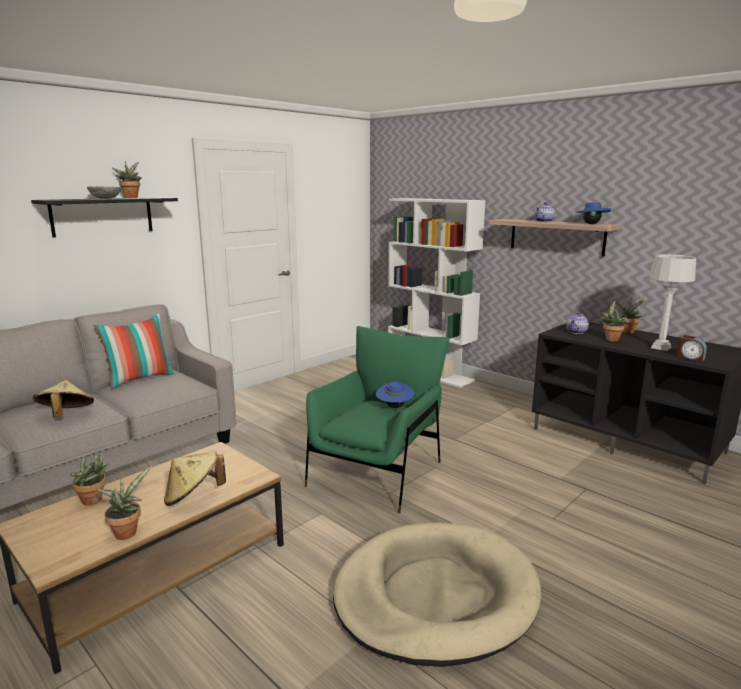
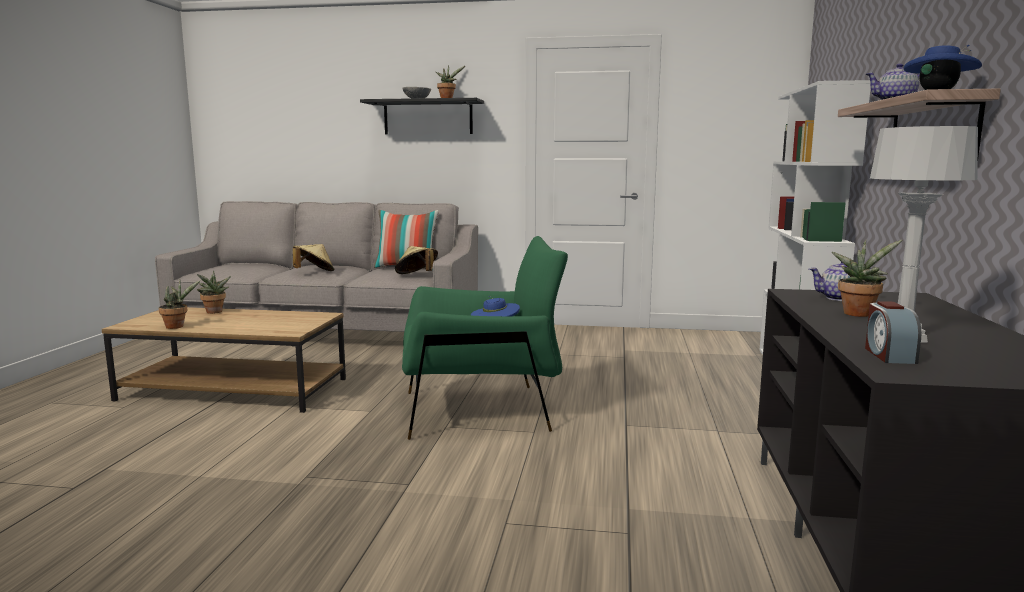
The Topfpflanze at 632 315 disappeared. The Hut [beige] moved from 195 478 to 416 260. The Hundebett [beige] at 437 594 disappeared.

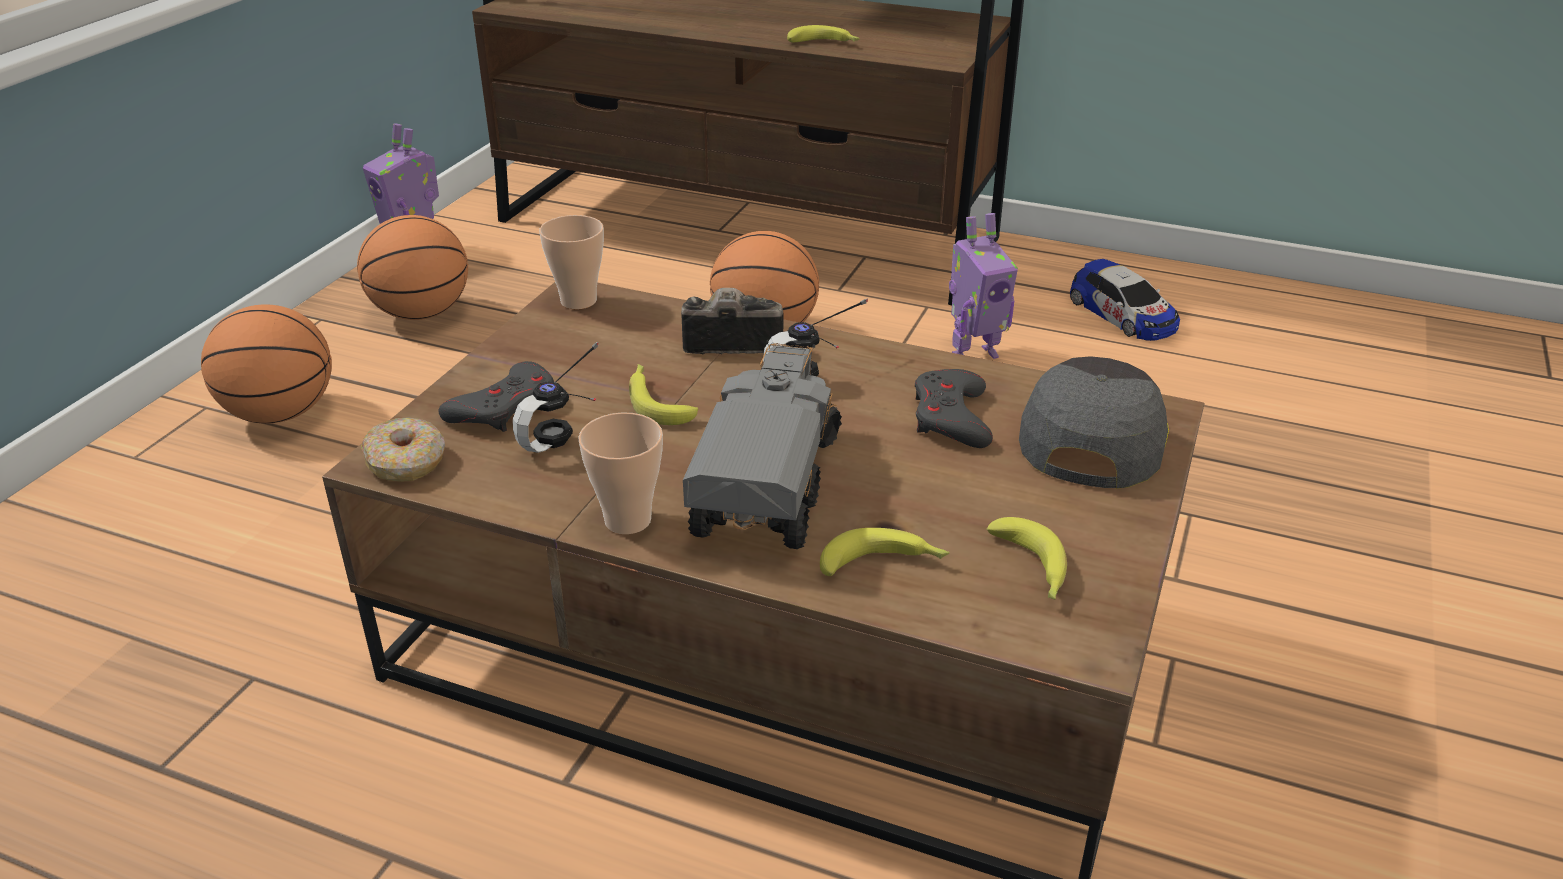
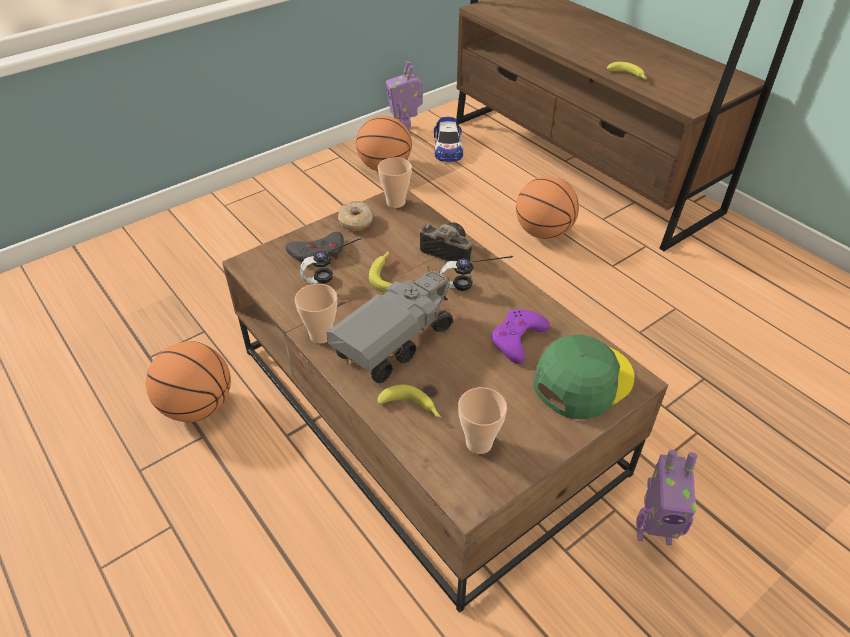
The Spielzeugroboter moved from 983 286 to 666 497. The Spielzeugauto moved from 1125 300 to 448 139. The Basketball moved from 266 363 to 188 381. The Kappe [grau] at 1094 422 became the Kappe [grün] at 583 376. The Gamepad [grau] at 954 408 became the Gamepad [lila] at 520 336. The Donut moved from 403 449 to 355 216. The Banane at 1027 558 was replaced by the Tasse at 482 420.

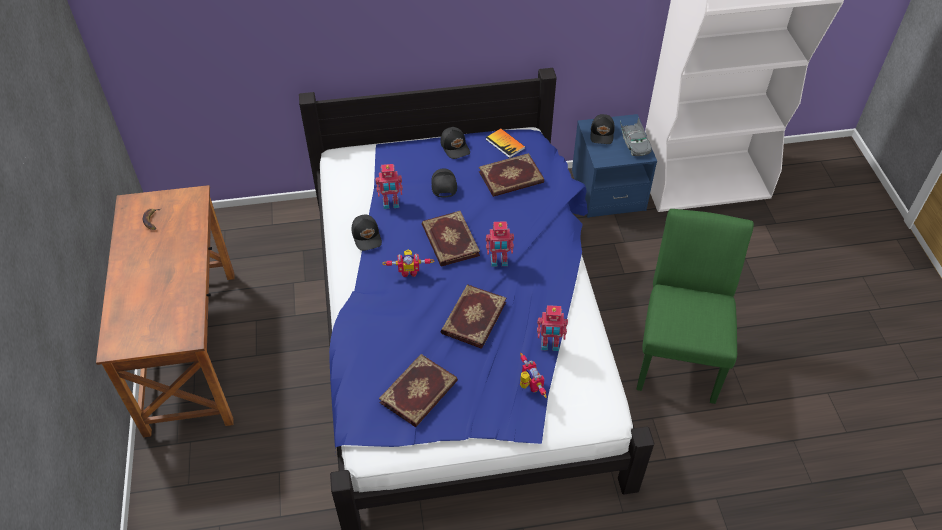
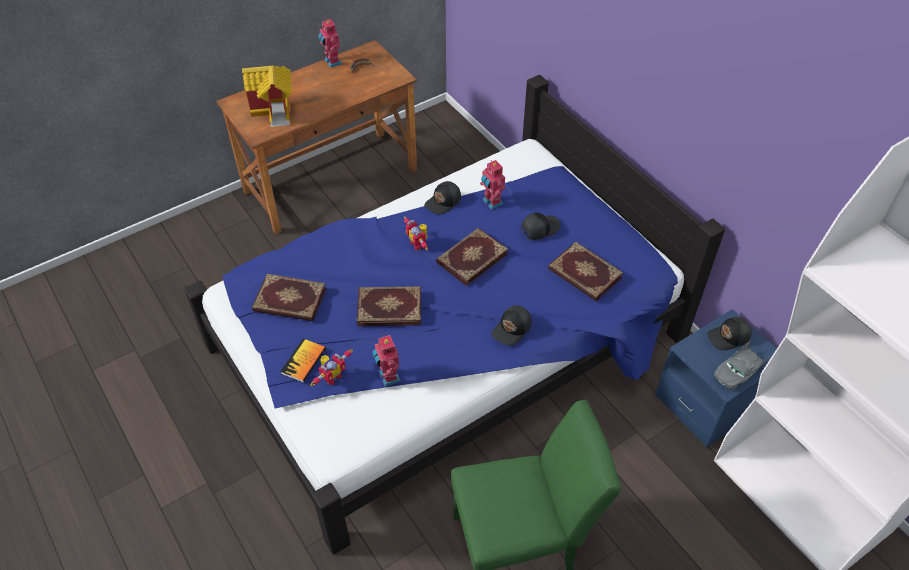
The Kappe [schwarz] moved from 455 143 to 512 325. The Buch moved from 505 143 to 303 361. The Spielzeugroboter moved from 500 244 to 330 43. The Spielzeughaus at 267 96 appeared.

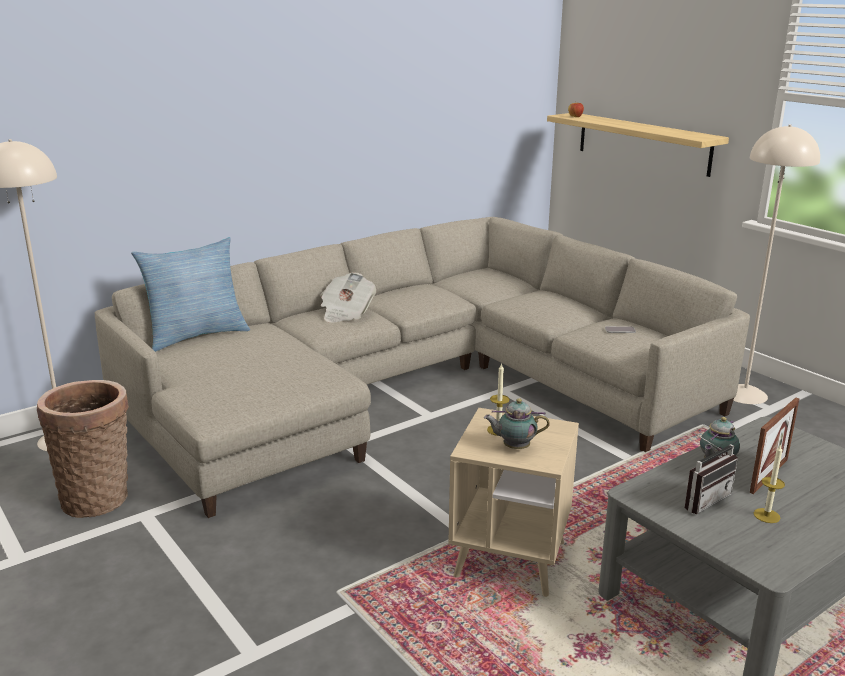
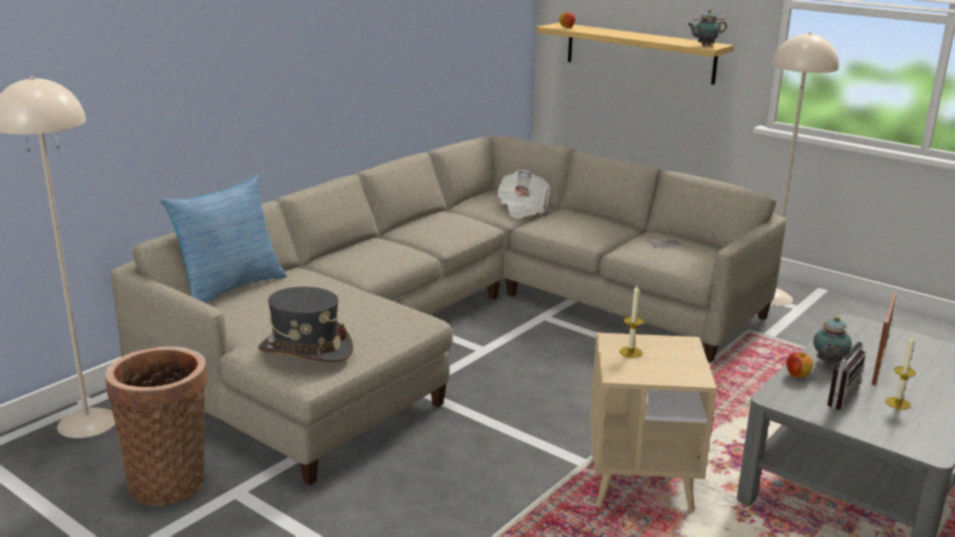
The Zeitung moved from 348 297 to 524 194. The Teekanne moved from 517 423 to 707 28. The Hut [grau] at 305 324 appeared. The Apfel at 799 365 appeared.

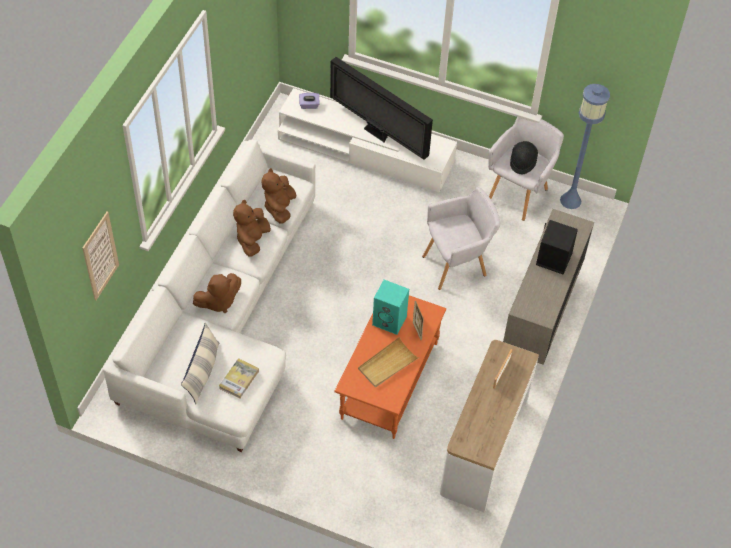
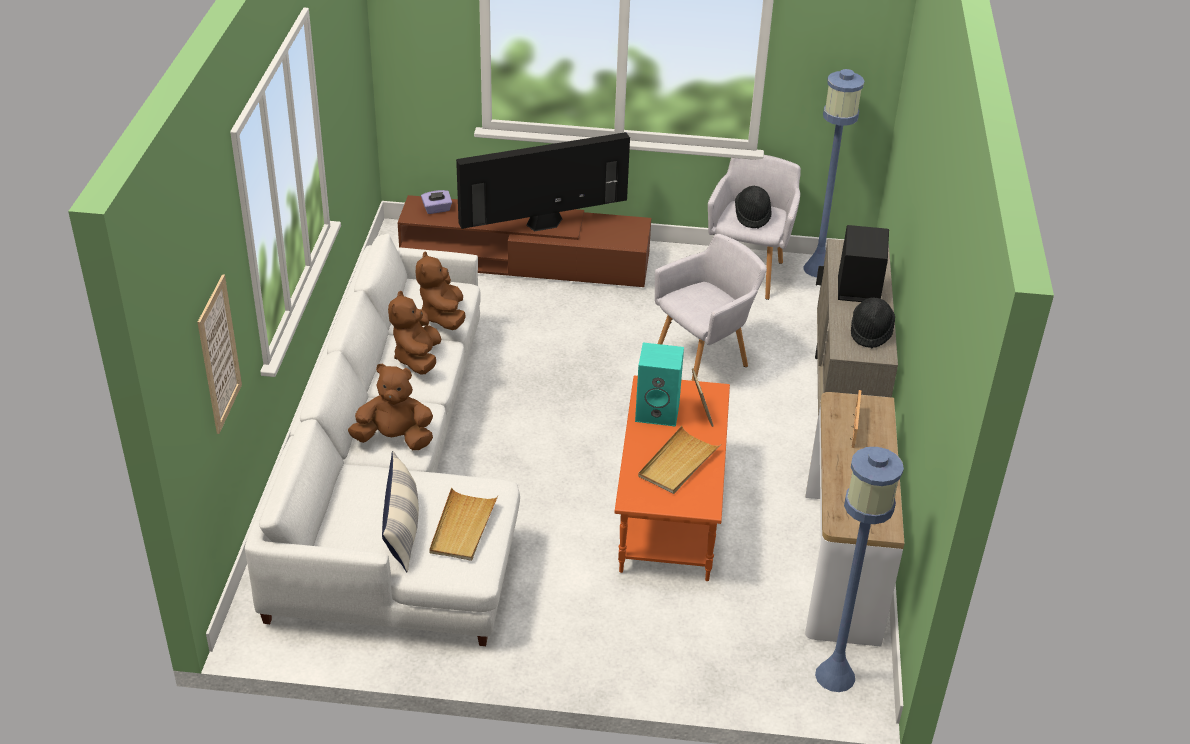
The Fernseher at 381 108 turned 135 degrees clockwise. The Fernsehschrank [weiß] at 367 140 became the Fernsehschrank [braun] at 524 241. The Plüschtier [braun] at 217 293 turned 135 degrees counterclockwise. The Buch at 239 378 was replaced by the Tablett [beige] at 463 524. The Hut [schwarz] at 873 323 appeared. The Stehlampe [blau] at 859 569 appeared.

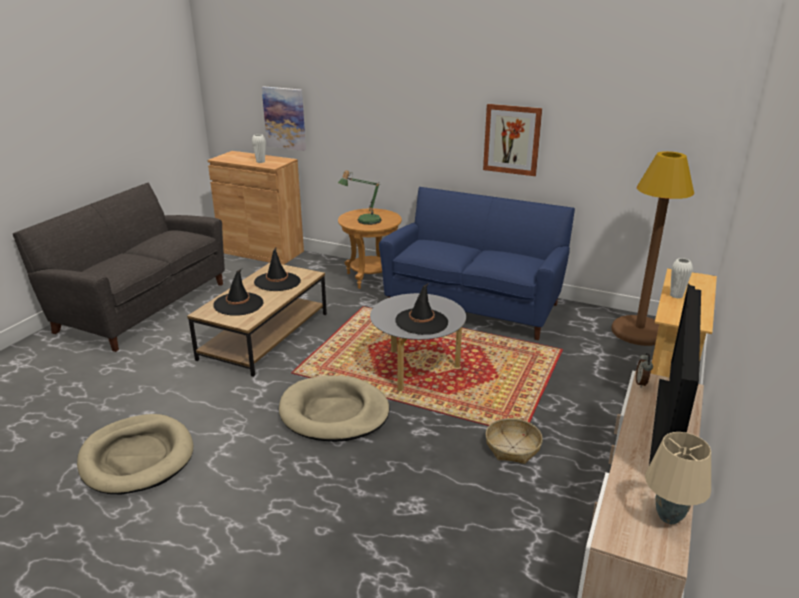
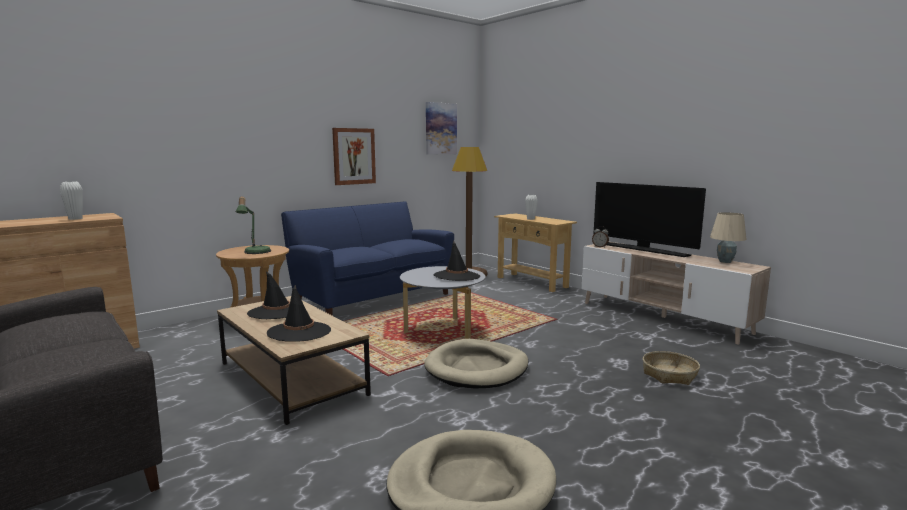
The Bild moved from 284 118 to 441 128. The Korb moved from 514 441 to 671 368.

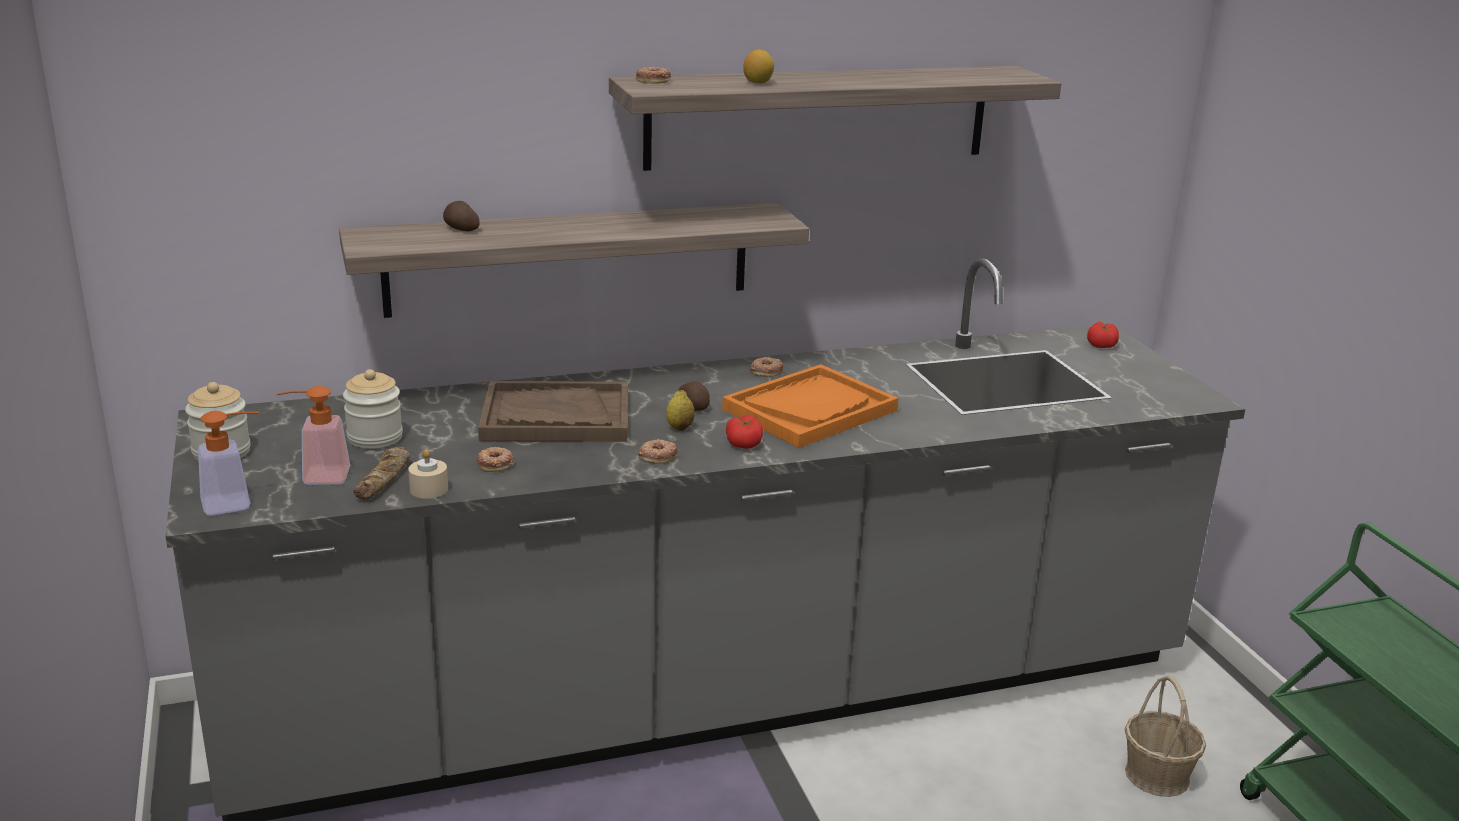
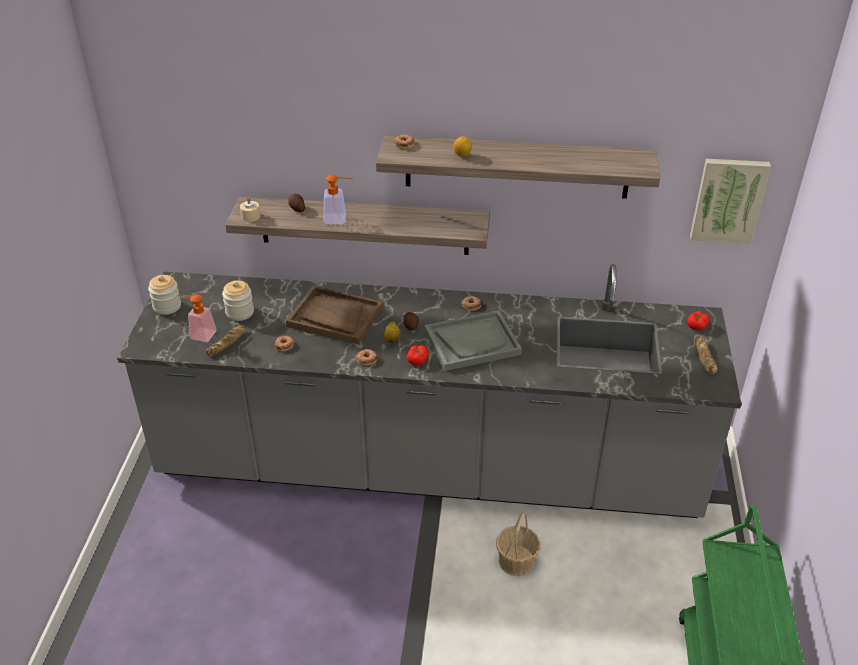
The Tablett [orange] at 810 406 became the Tablett [grau] at 473 340. The Seifenspender moved from 228 463 to 338 200. The Kerze [beige] moved from 428 474 to 250 209. The Korb moved from 1165 736 to 518 544. The Bild at 730 201 appeared. The Brot at 706 355 appeared.

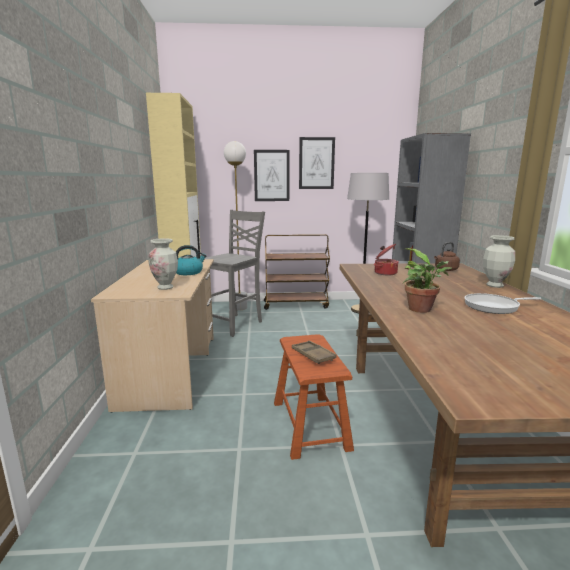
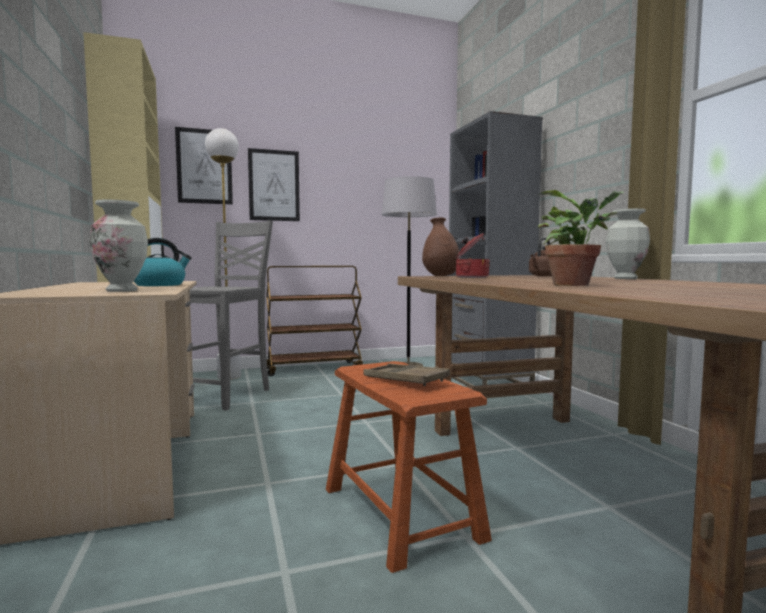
The Bild moved from 317 163 to 204 165. The Pfanne at 502 303 disappeared. The Vase [braun] at 440 246 appeared.

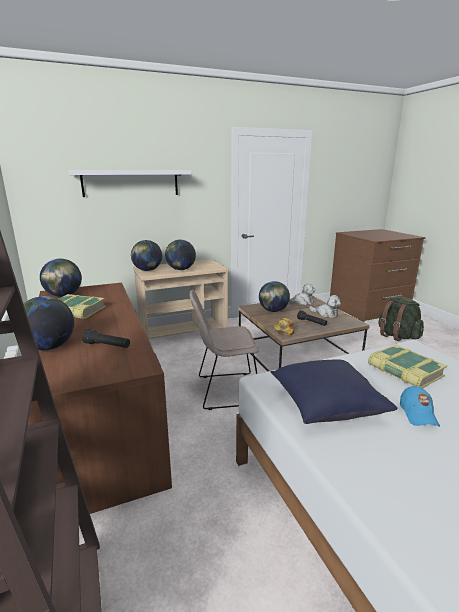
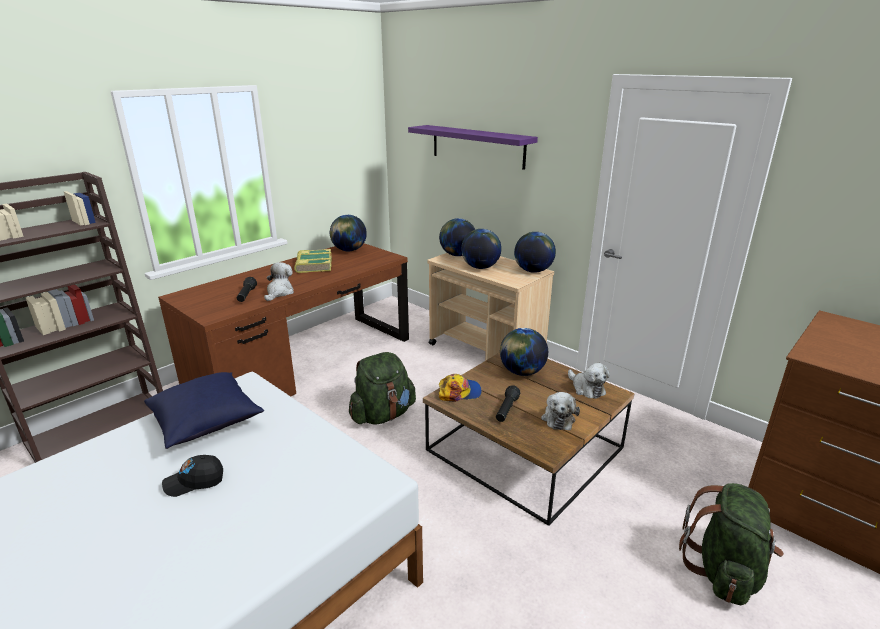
The Wandregal [weiß] at 130 183 became the Wandregal [lila] at 473 147. The Stuhl [beige] at 224 350 was replaced by the Rucksack [grün] at 382 388. The Globus moved from 48 323 to 535 252. The Buch at 407 366 disappeared. The Kappe [blau] at 420 406 became the Kappe [schwarz] at 192 476. The Plüschtier at 279 281 appeared.

